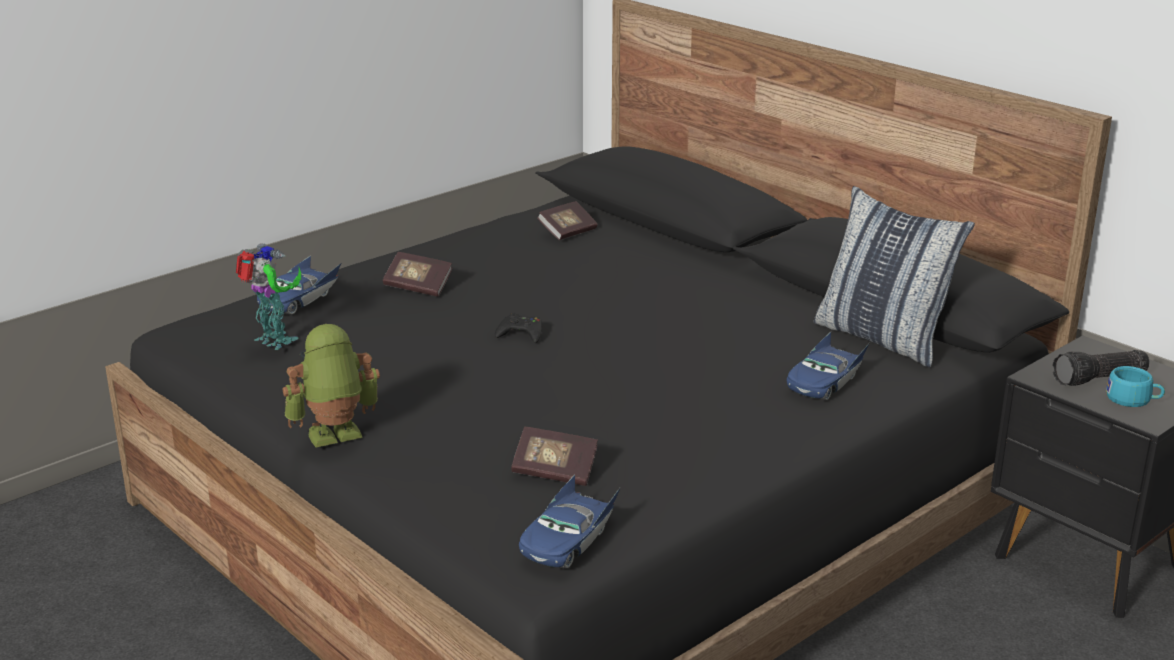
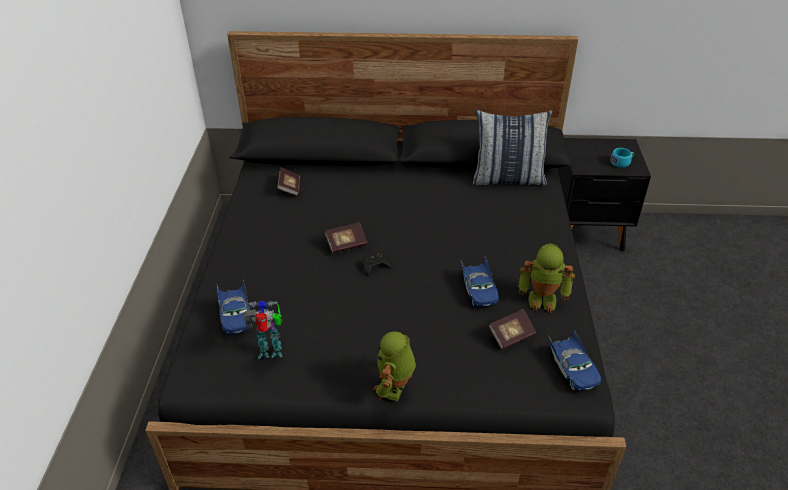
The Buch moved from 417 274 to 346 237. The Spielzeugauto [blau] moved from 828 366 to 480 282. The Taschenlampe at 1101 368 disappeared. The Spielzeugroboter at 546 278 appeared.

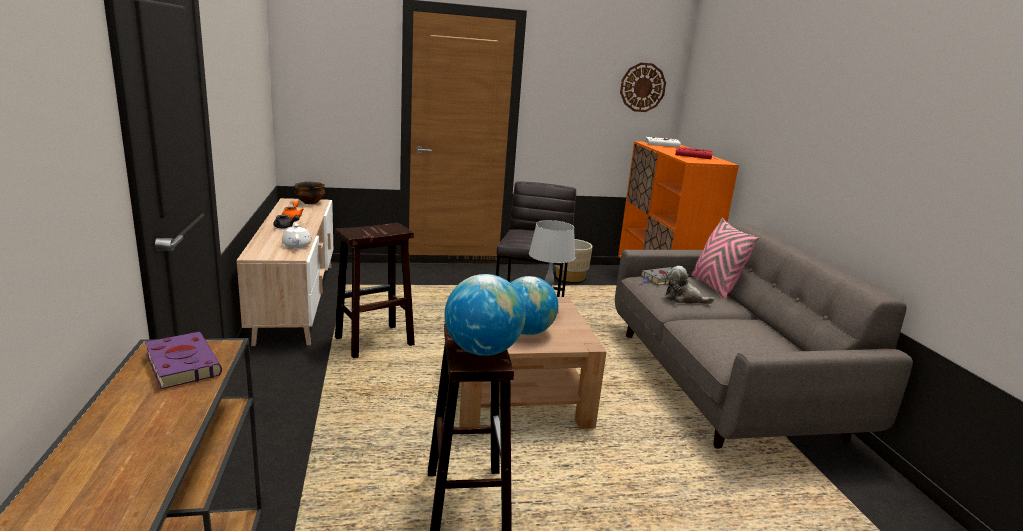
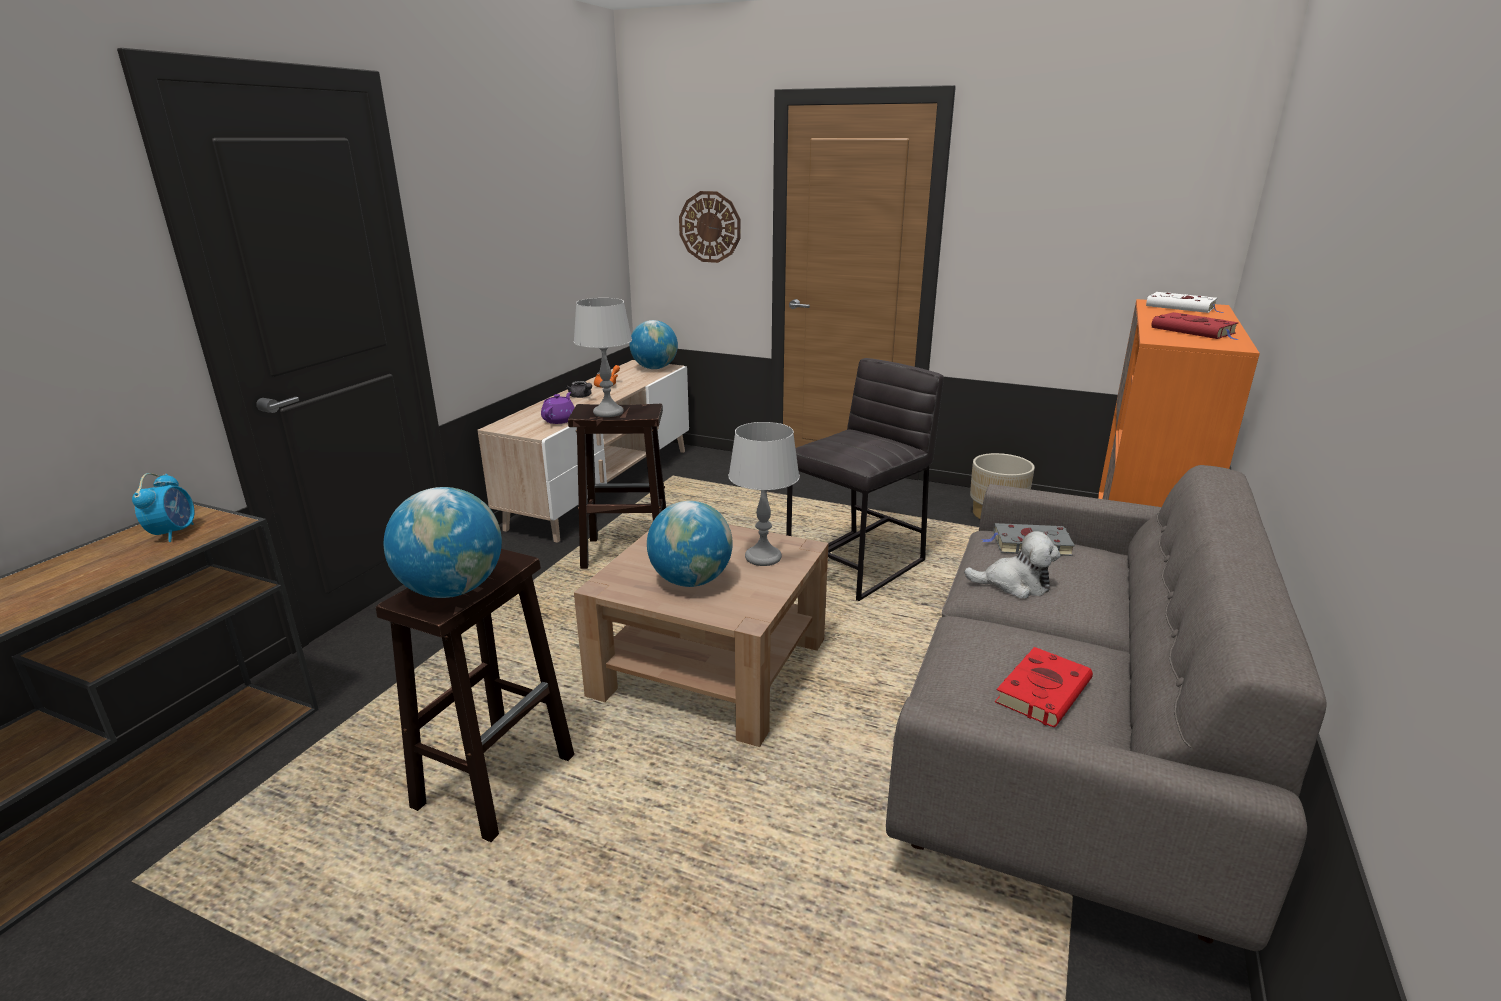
The Wanduhr moved from 643 87 to 710 227. The Schüssel at 309 193 was replaced by the Globus at 653 344. The Kissen [rosa] at 725 258 disappeared. The Teekanne [weiß] at 297 235 became the Teekanne [lila] at 558 408. The Plüschtier at 689 285 turned 135 degrees clockwise. The Buch [lila] at 183 360 was replaced by the Wecker at 163 507. The Tischlampe [grau] at 603 357 appeared. The Buch [rot] at 1044 687 appeared.

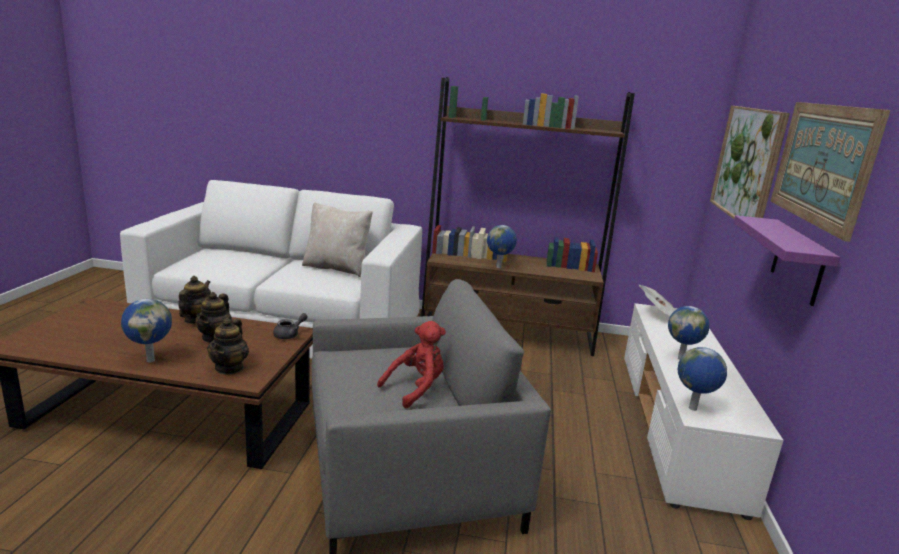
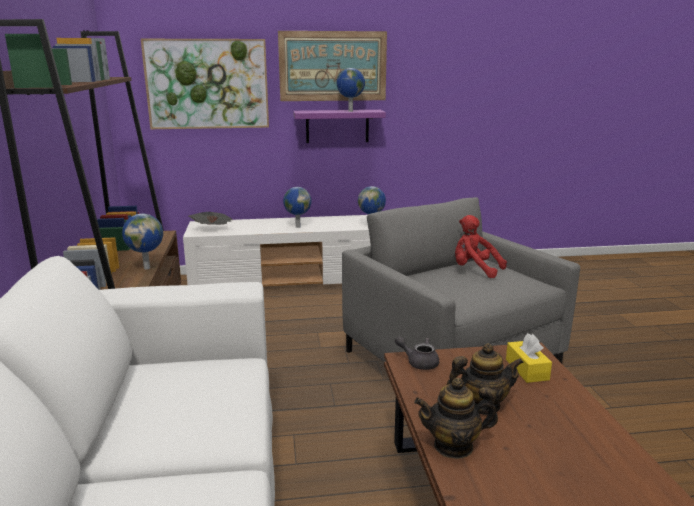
The Kissen [beige] at 337 239 disappeared. The Globus moved from 146 330 to 351 90. The Teekanne at 228 346 was replaced by the Taschentuchbox [gelb] at 529 358.

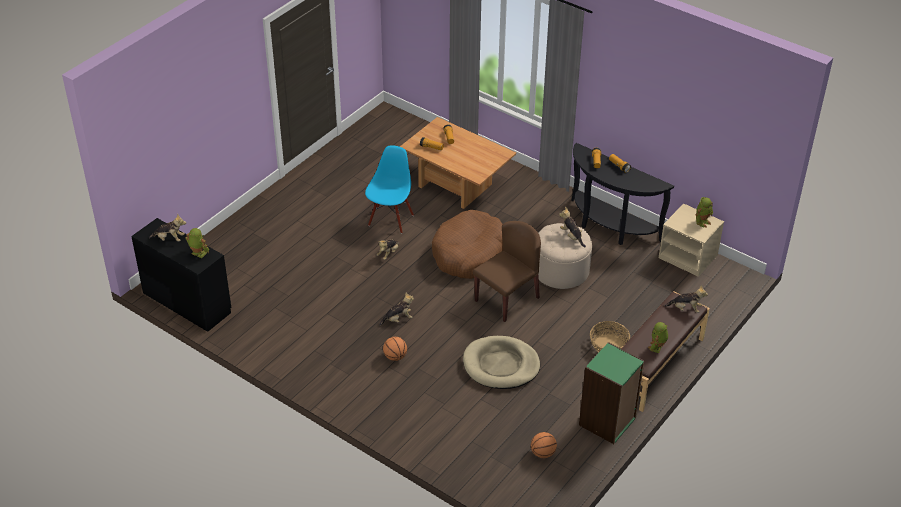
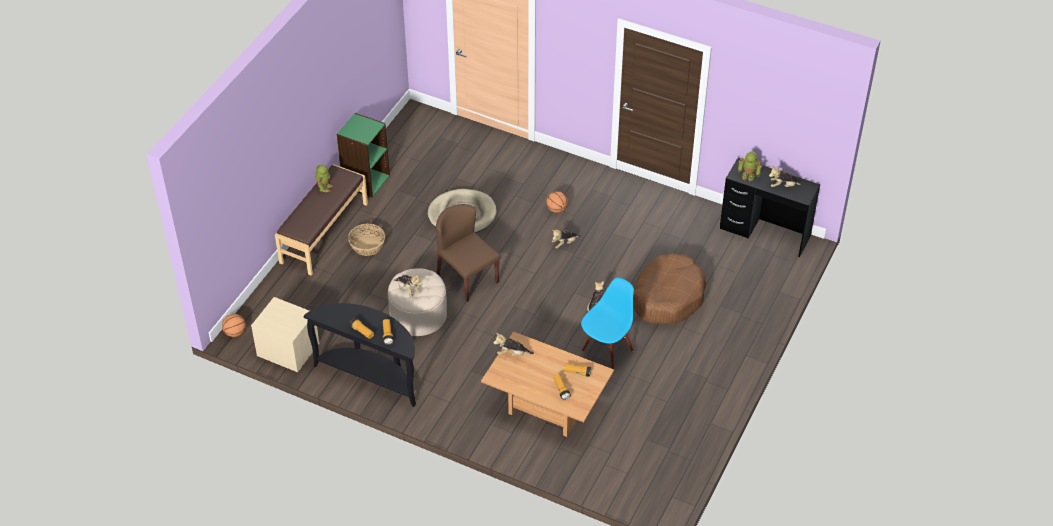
The Stuhl [blau] at 389 189 turned 150 degrees counterclockwise. The Spielzeugroboter at 704 212 disappeared. The Hundebett [braun] moved from 467 244 to 669 288. The Stuhl [braun] at 507 271 turned 105 degrees clockwise. The Plüschtier moved from 686 299 to 513 344. The Basketball moved from 544 445 to 234 325.

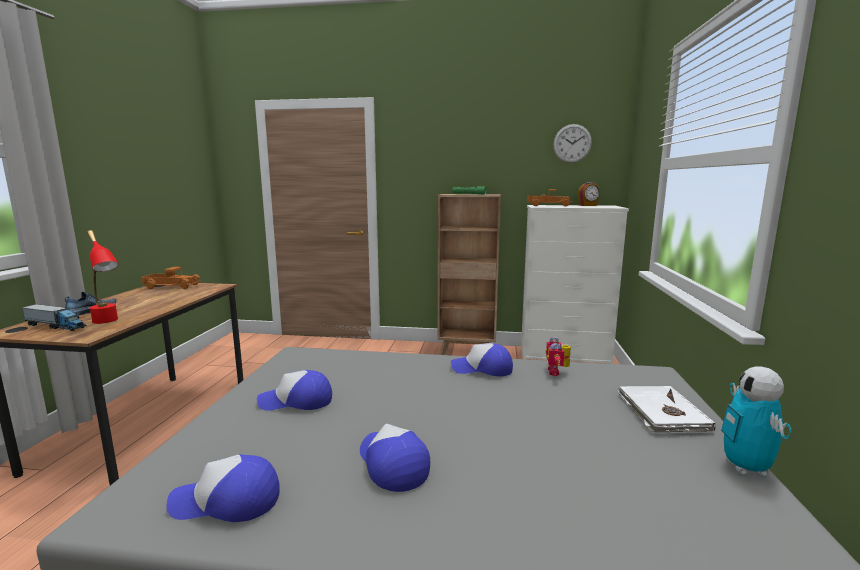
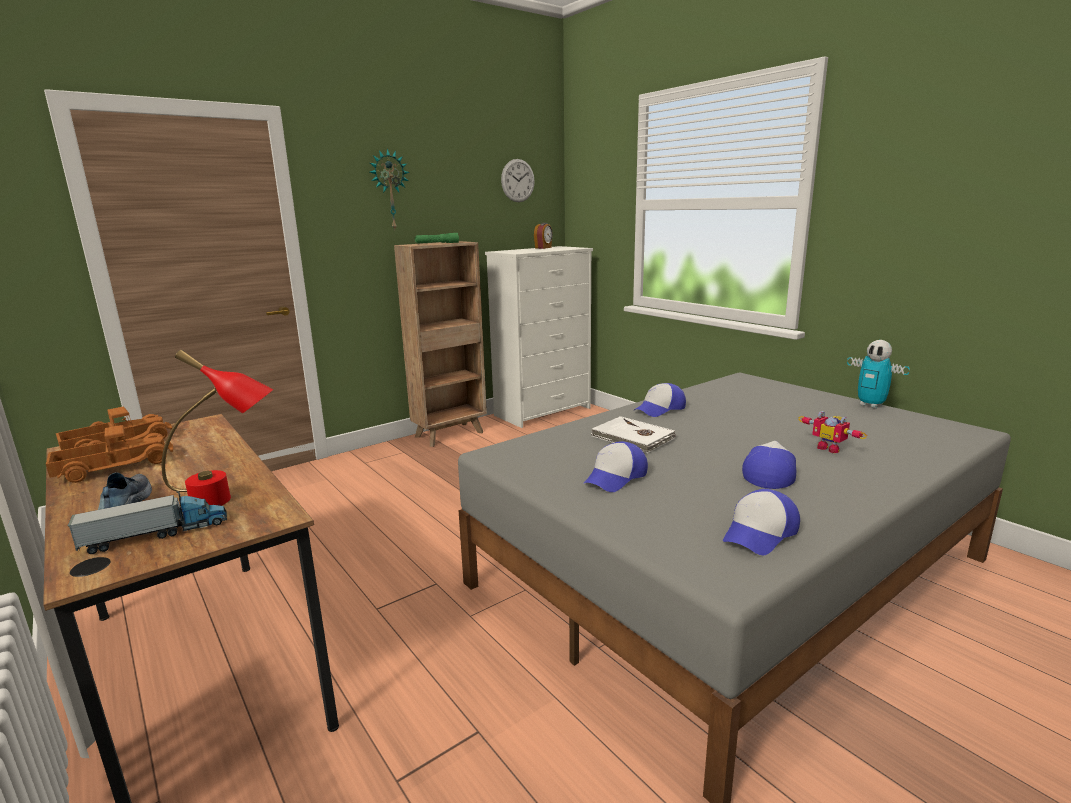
The Spielzeuglaster moved from 550 197 to 110 454. The Spielzeugroboter moved from 558 356 to 832 432. The Buch [weiß] moved from 667 409 to 633 434. The Kappe at 395 458 turned 105 degrees clockwise. The Wanduhr at 390 189 appeared.

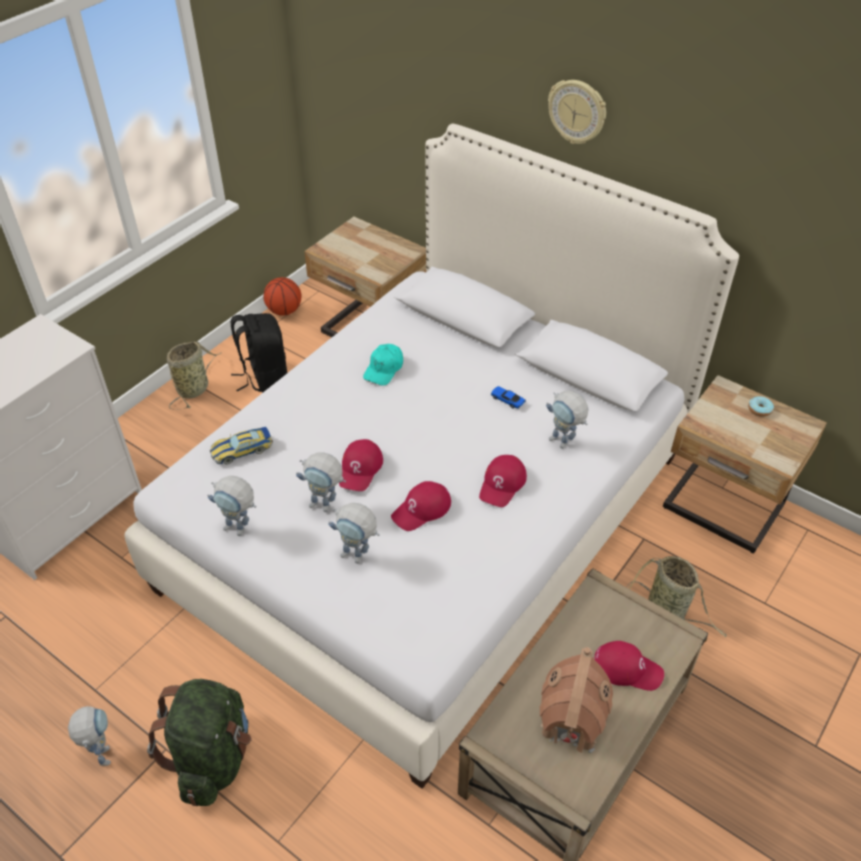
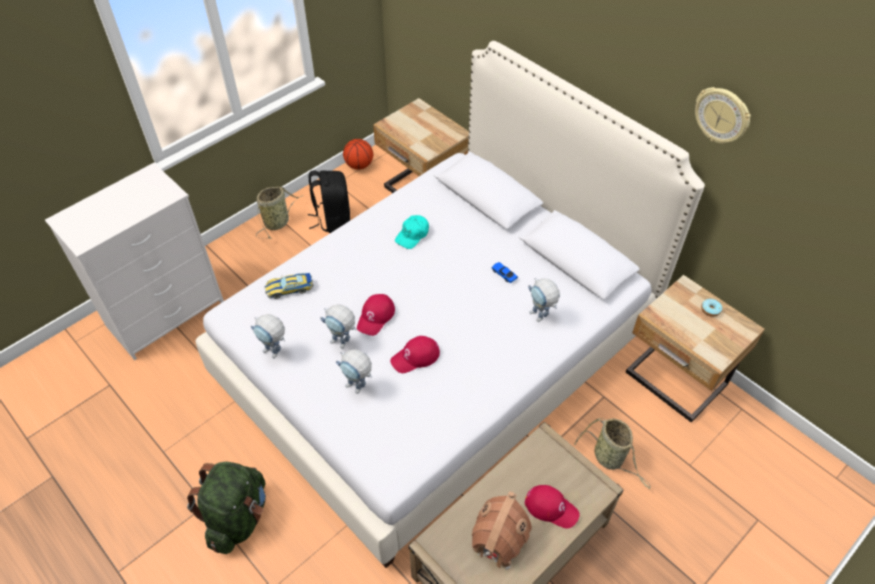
The Wanduhr moved from 577 112 to 723 115. The Kappe [rot] at 503 481 disappeared. The Spielzeugroboter at 89 736 disappeared.

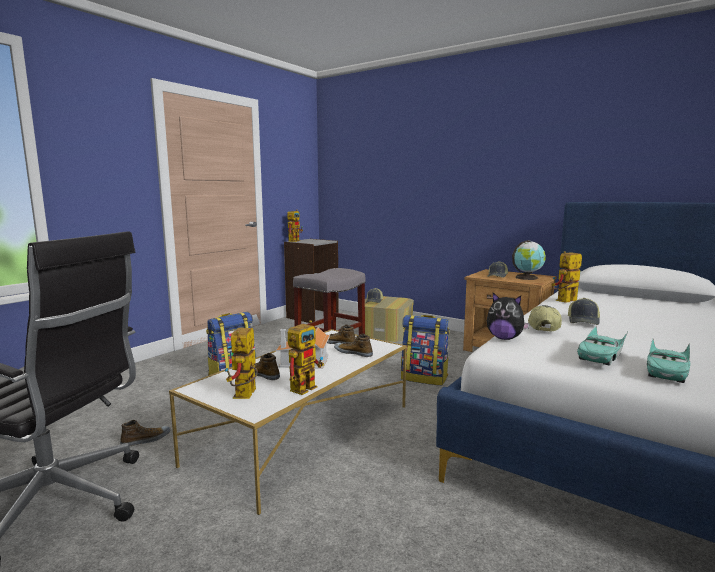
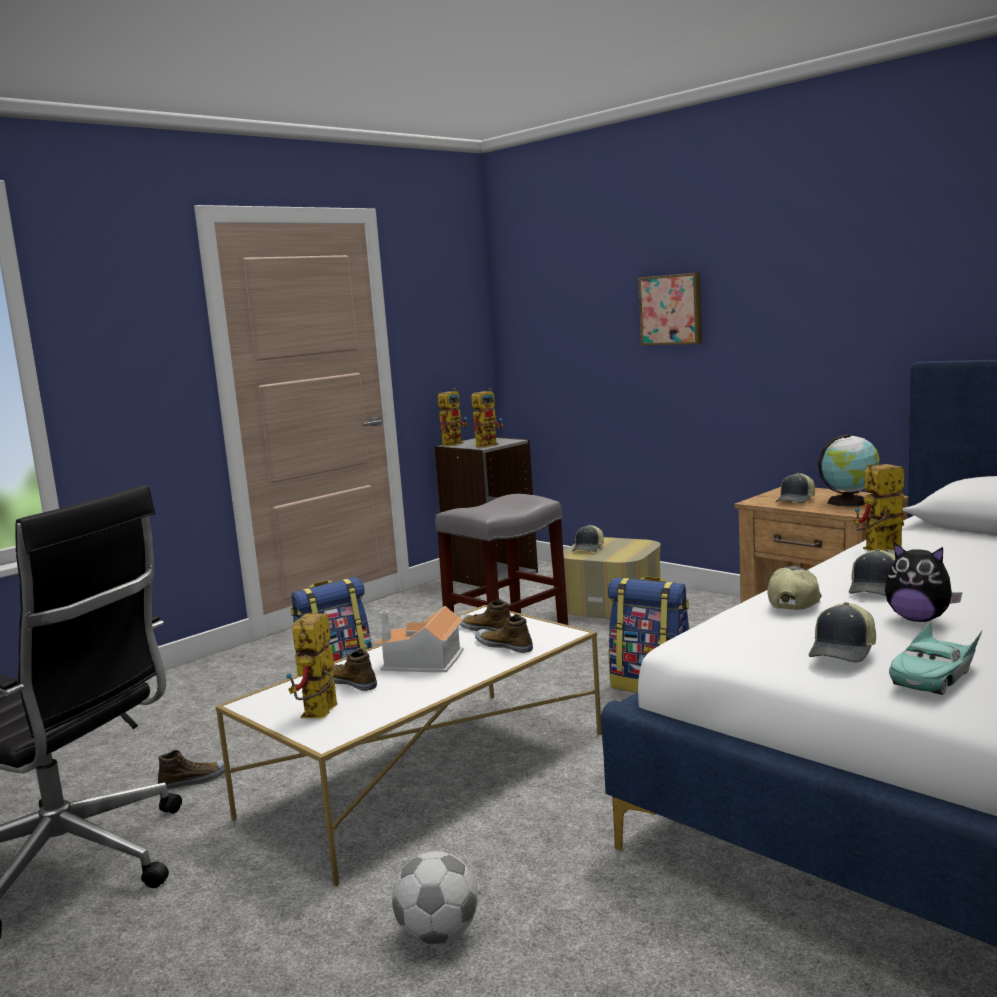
The Plüschtier moved from 508 316 to 923 582. The Spielzeugroboter moved from 306 357 to 487 417. The Spielzeugauto [türkis] at 602 345 was replaced by the Kappe at 842 632. The Bild at 670 309 appeared. The Fußball at 435 897 appeared.

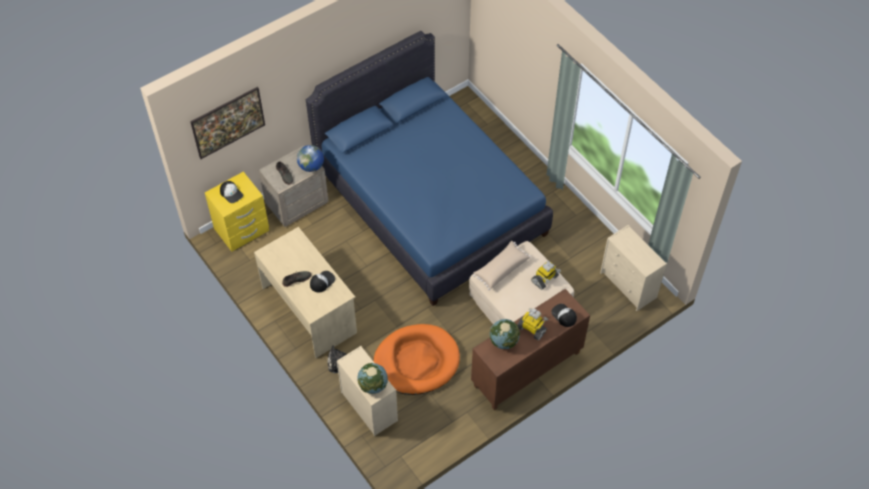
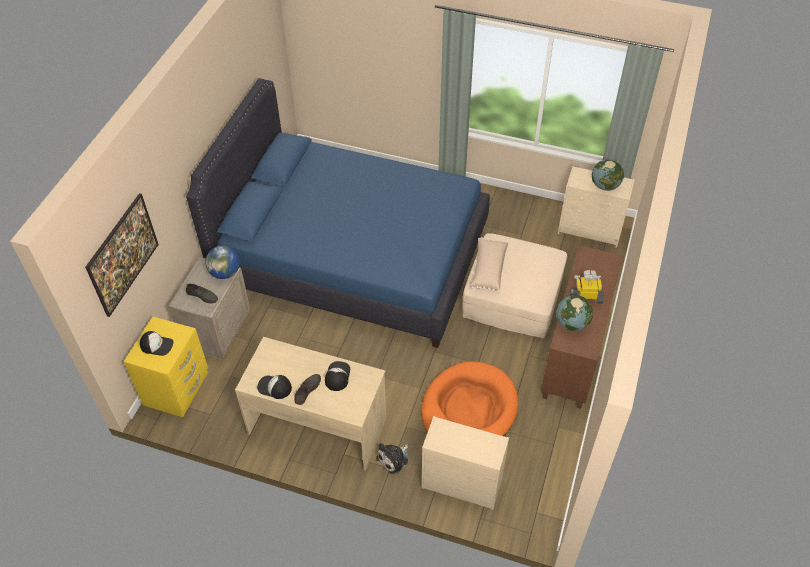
The Spielzeugroboter at 546 275 disappeared. The Kappe moved from 564 315 to 274 387. The Globus moved from 372 378 to 608 175.

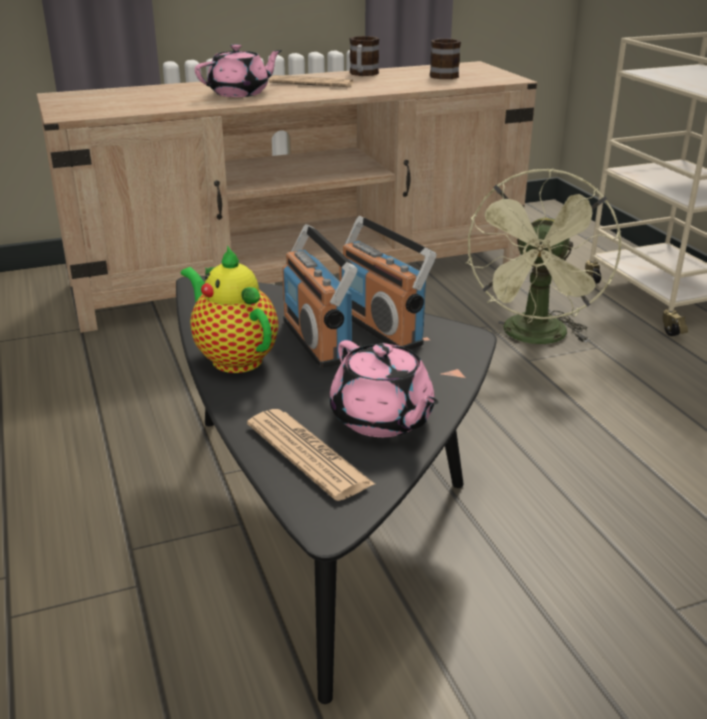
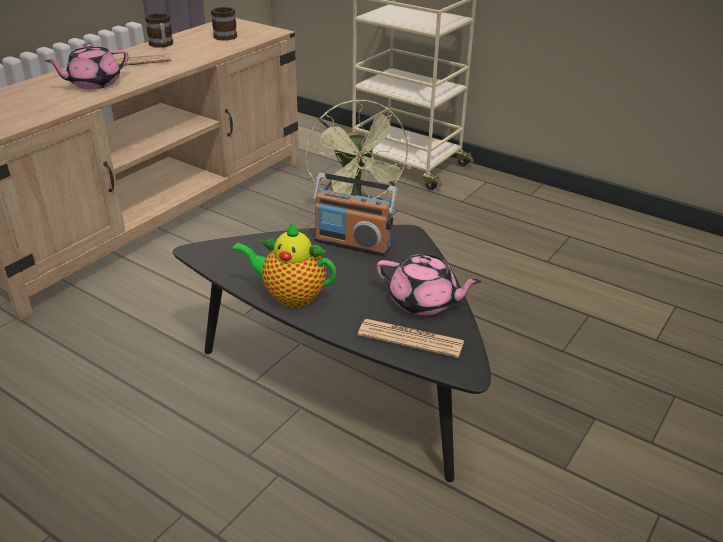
The Teekanne [rosa] at 238 70 turned 150 degrees counterclockwise. The Radio at 320 296 disappeared.

